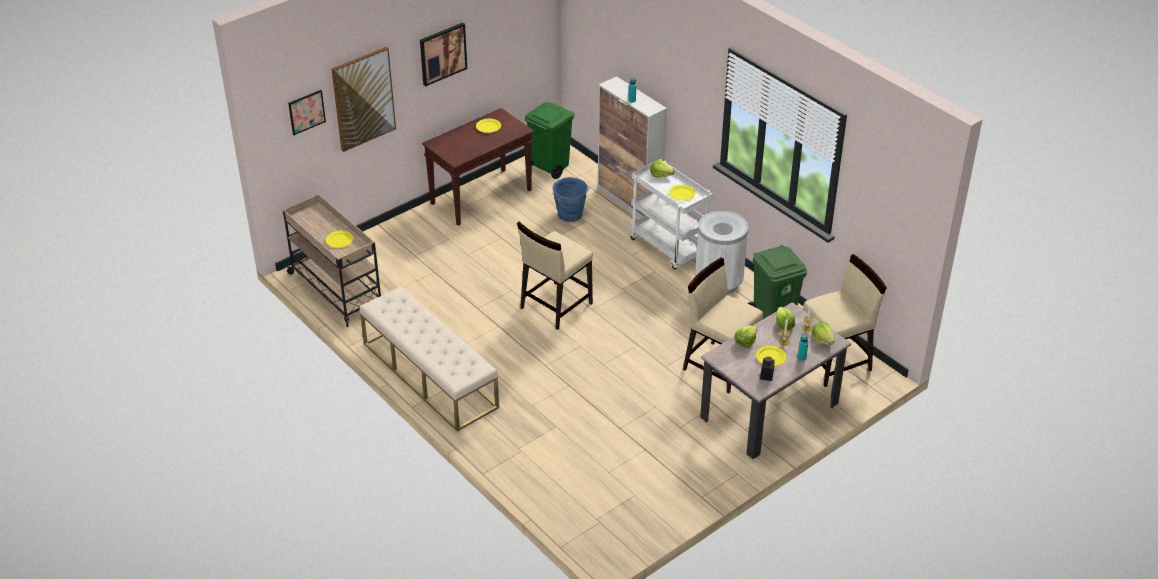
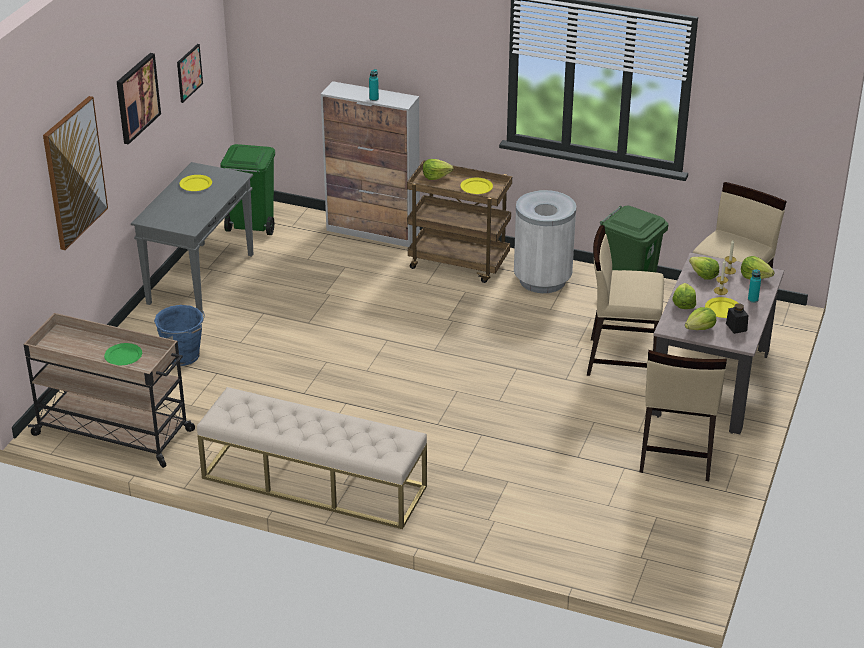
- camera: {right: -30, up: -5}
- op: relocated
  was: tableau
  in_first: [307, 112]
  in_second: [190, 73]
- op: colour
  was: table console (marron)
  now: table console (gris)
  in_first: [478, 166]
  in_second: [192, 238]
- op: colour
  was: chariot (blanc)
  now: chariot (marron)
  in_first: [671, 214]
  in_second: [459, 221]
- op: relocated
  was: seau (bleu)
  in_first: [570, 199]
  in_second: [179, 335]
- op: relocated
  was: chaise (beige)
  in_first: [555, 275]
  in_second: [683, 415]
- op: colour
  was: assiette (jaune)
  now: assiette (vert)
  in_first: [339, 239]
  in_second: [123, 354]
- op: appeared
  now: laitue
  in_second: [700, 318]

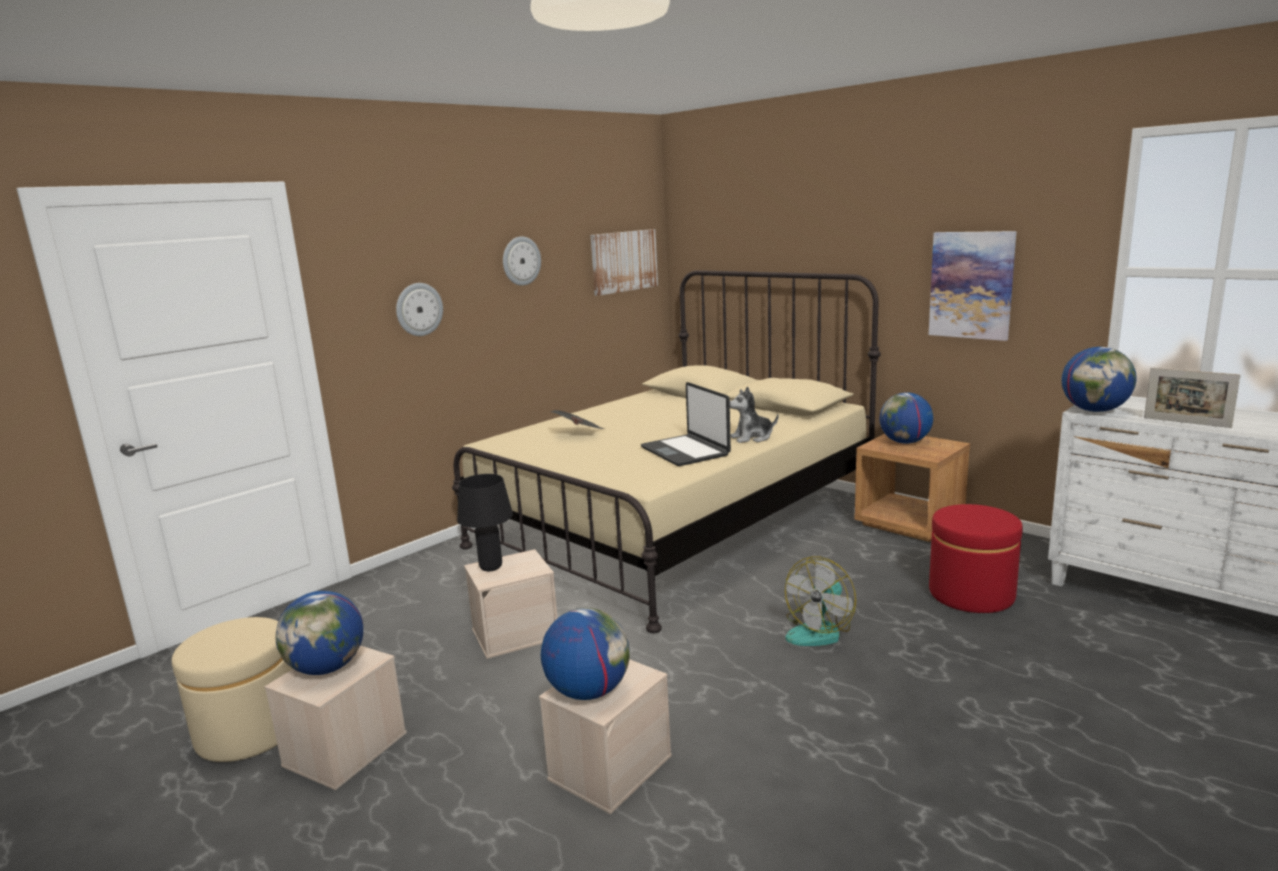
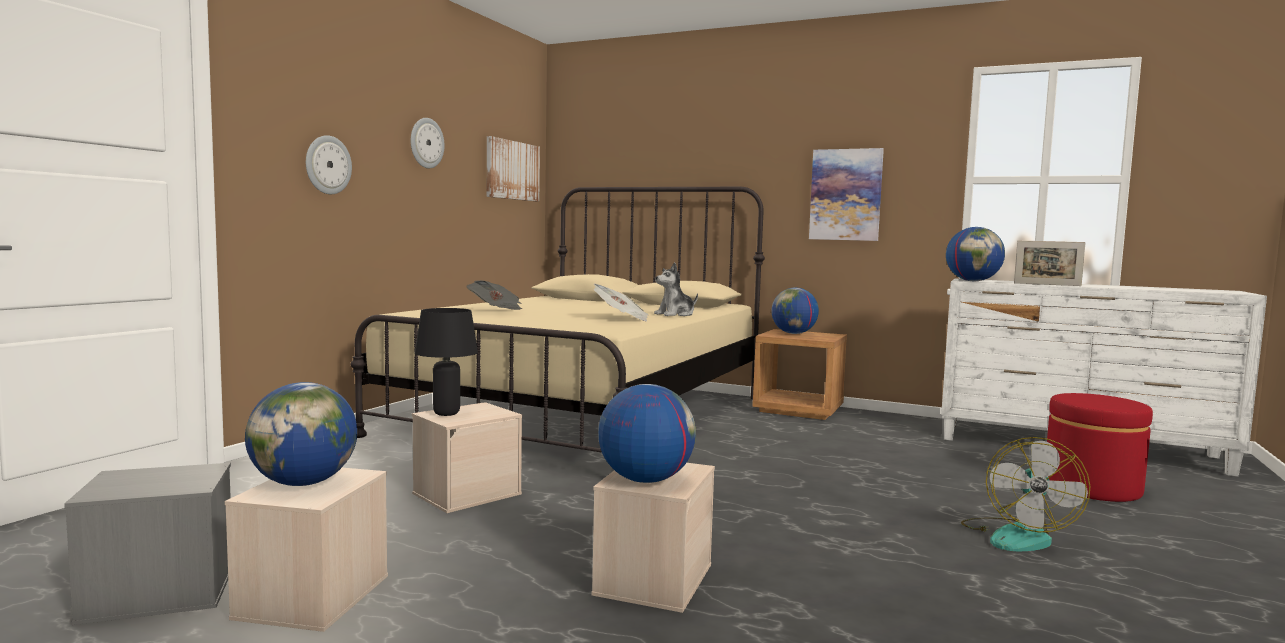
- camera: {right: -20, up: -10}
- op: exchanged
  was: ordinateur portable
  now: journal
  in_first: [686, 424]
  in_second: [621, 303]
- op: relocated
  was: pouf (rouge)
  in_first: [976, 558]
  in_second: [1100, 447]
- op: relocated
  was: ventilateur
  in_first: [820, 601]
  in_second: [1026, 494]
- op: exchanged
  was: pouf (beige)
  now: boîte de rangement (gris)
  in_first: [232, 689]
  in_second: [147, 544]

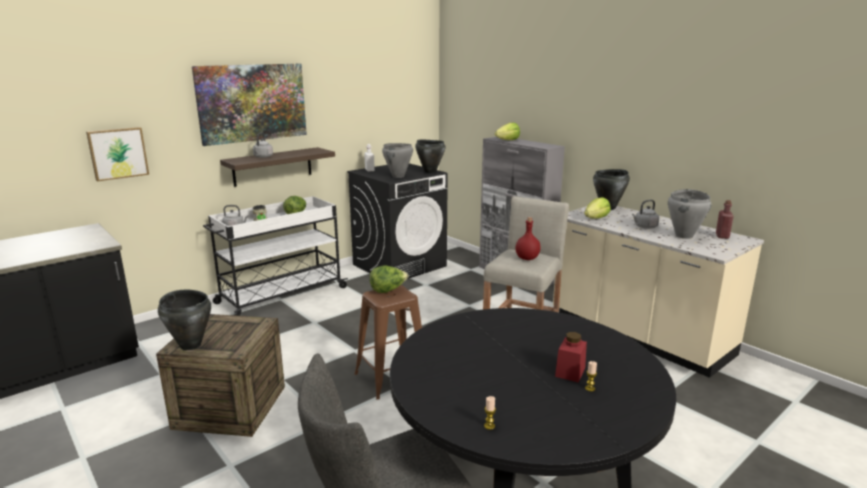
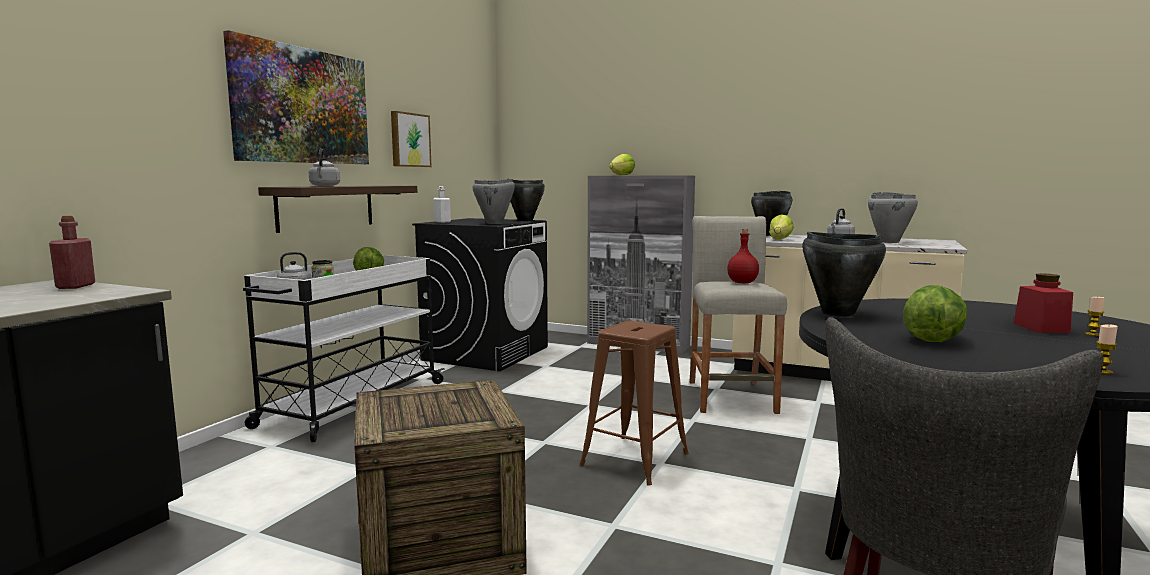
- camera: {right: -25, up: -10}
- op: relocated
  was: tableau
  in_first: [117, 154]
  in_second: [411, 139]
- op: relocated
  was: bouteille (rouge)
  in_first: [725, 219]
  in_second: [72, 252]
- op: relocated
  was: laitue
  in_first: [389, 279]
  in_second: [935, 313]
- op: relocated
  was: marmite (noir)
  in_first: [184, 320]
  in_second: [844, 274]

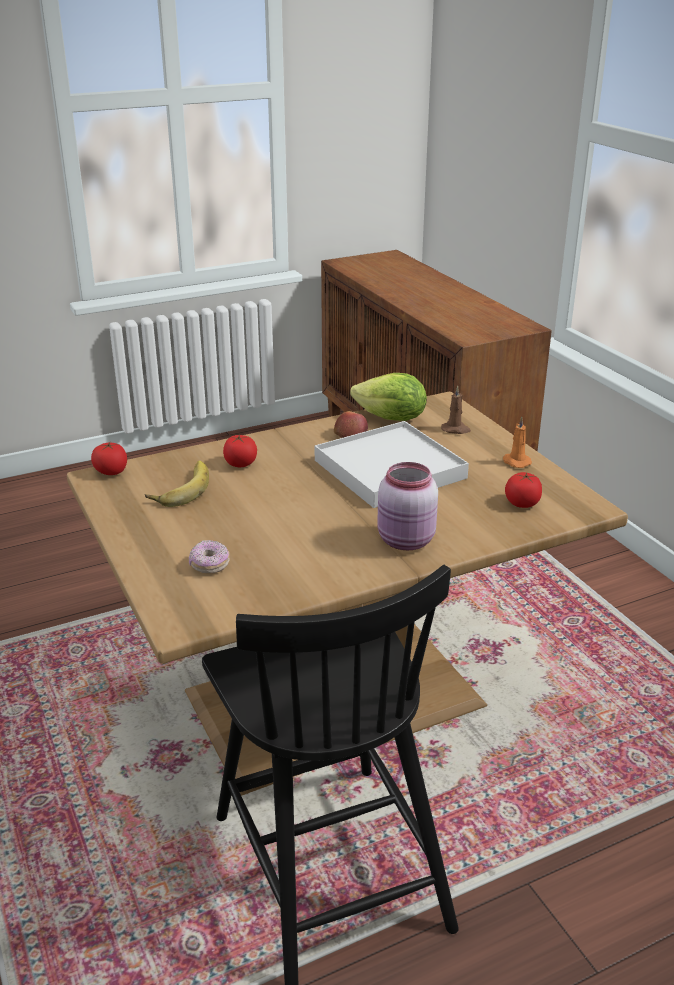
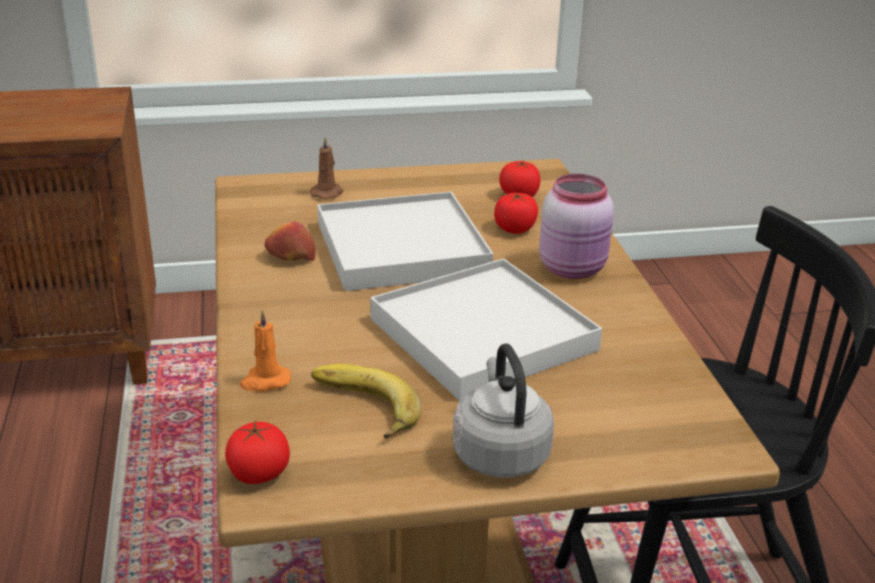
- camera: {right: -75, up: 0}
- op: missing
  was: laitue
  in_first: [388, 397]
- op: relocated
  was: bougie (orange)
  in_first: [517, 442]
  in_second: [265, 350]
- op: relocated
  was: tomate
  in_first: [240, 450]
  in_second: [516, 213]
- op: missing
  was: beignet
  in_first: [209, 557]
- op: appeared
  now: plateau (blanc)
  in_second: [486, 329]
- op: appeared
  now: bouilloire (gris)
  in_second: [503, 410]

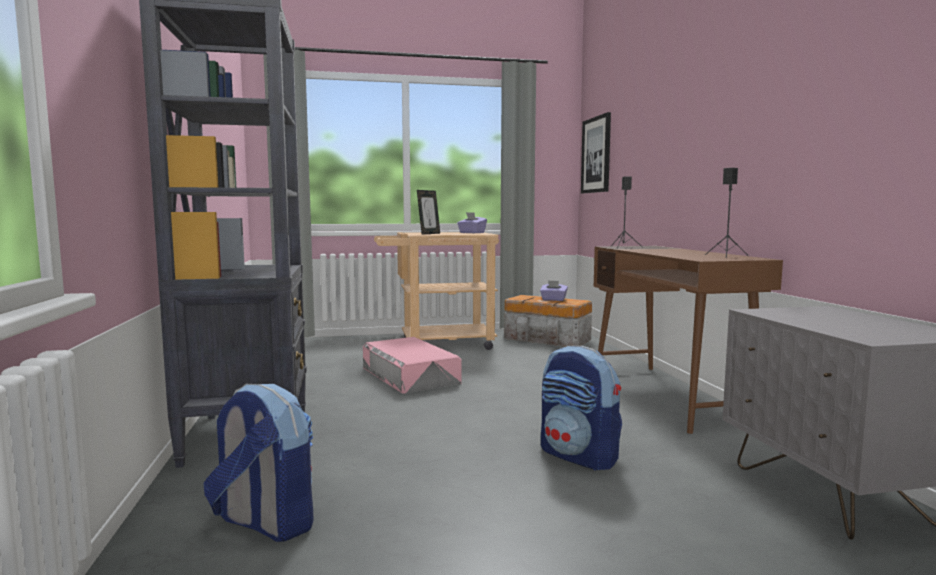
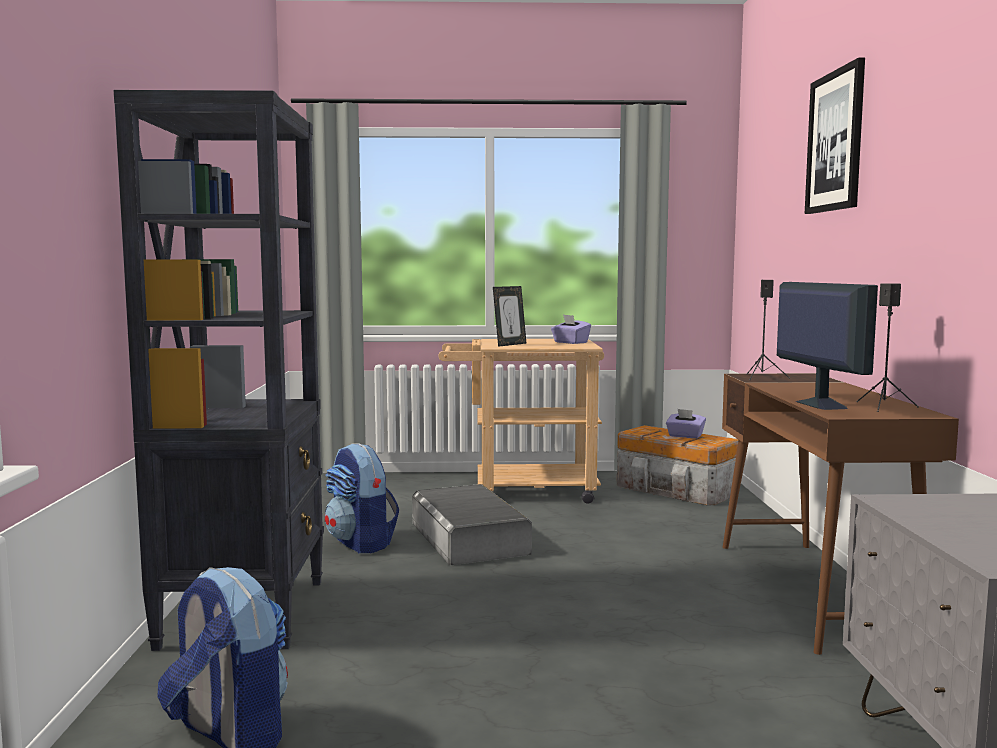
- camera: {right: 10, up: 0}
- op: relocated
  was: tableau
  in_first: [596, 152]
  in_second: [835, 136]
- op: colour
  was: boîte de rangement (rose)
  now: boîte de rangement (gris)
  in_first: [412, 365]
  in_second: [472, 524]
- op: relocated
  was: sac à dos
  in_first: [581, 408]
  in_second: [362, 498]
- op: appeared
  now: écran d'ordinateur
  in_second: [827, 346]

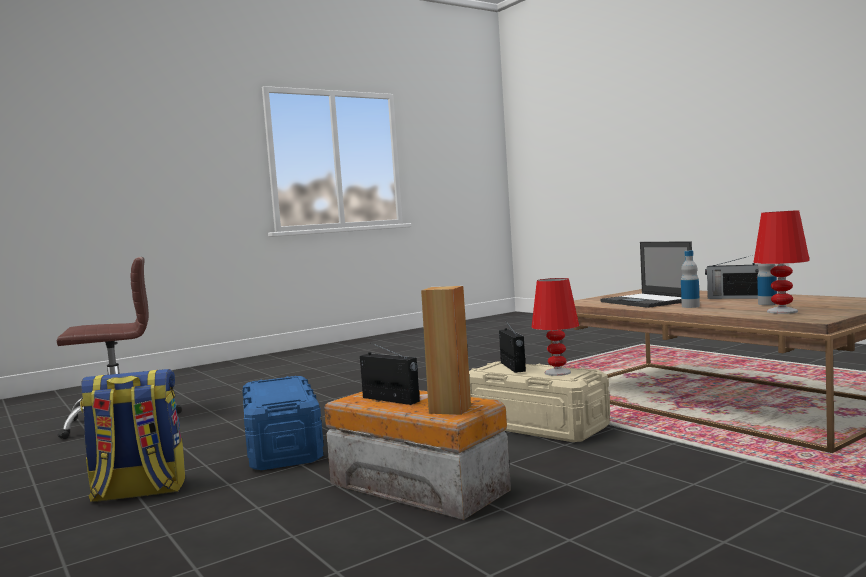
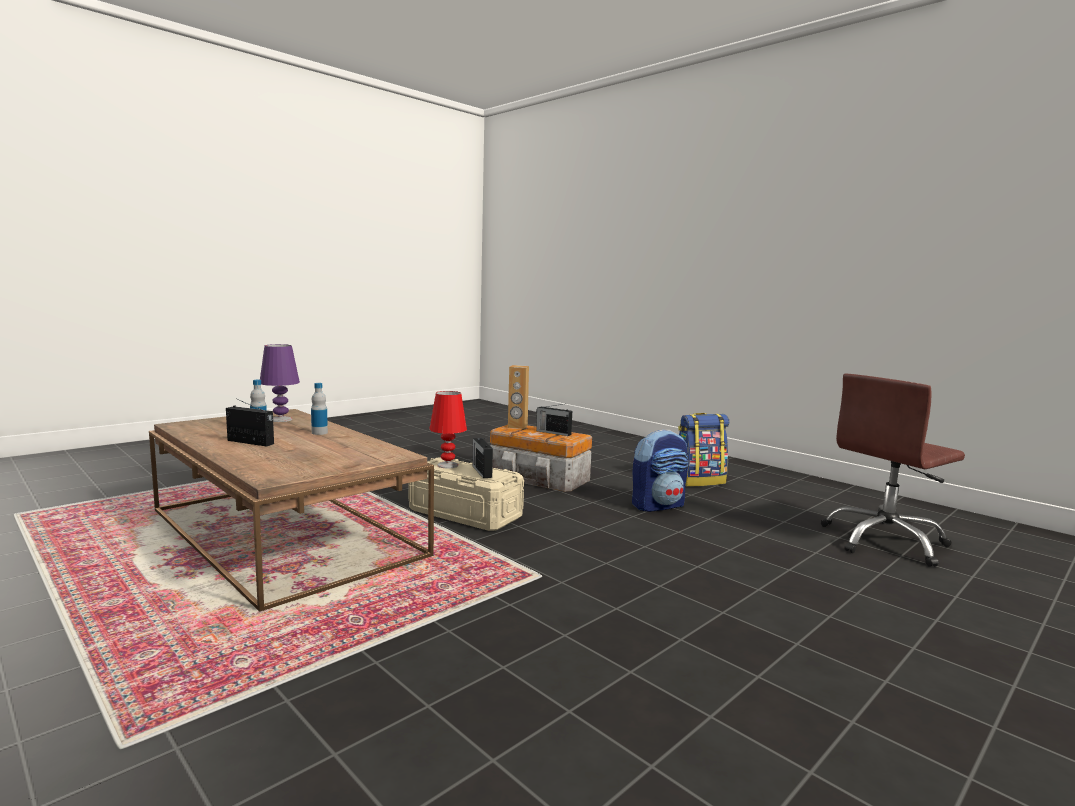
- camera: {right: 170, up: 5}
- op: colour
  was: lampe de table (rouge)
  now: lampe de table (violet)
  in_first: [781, 262]
  in_second: [280, 383]
- op: missing
  was: ordinateur portable
  in_first: [646, 274]
- op: exchanged
  was: boîte de rangement (bleu)
  now: sac à dos
  in_first: [283, 423]
  in_second: [660, 471]

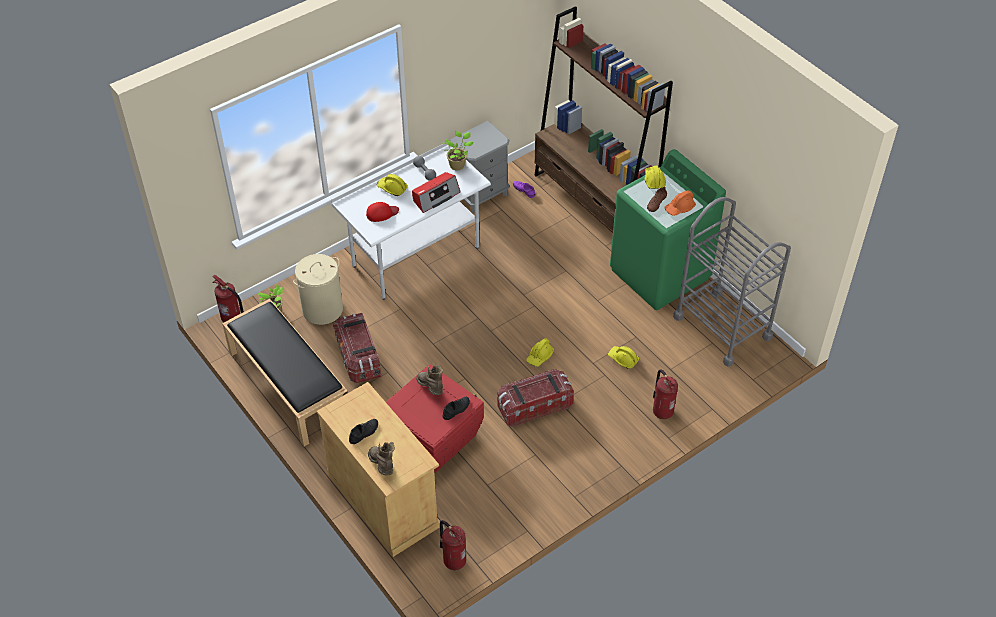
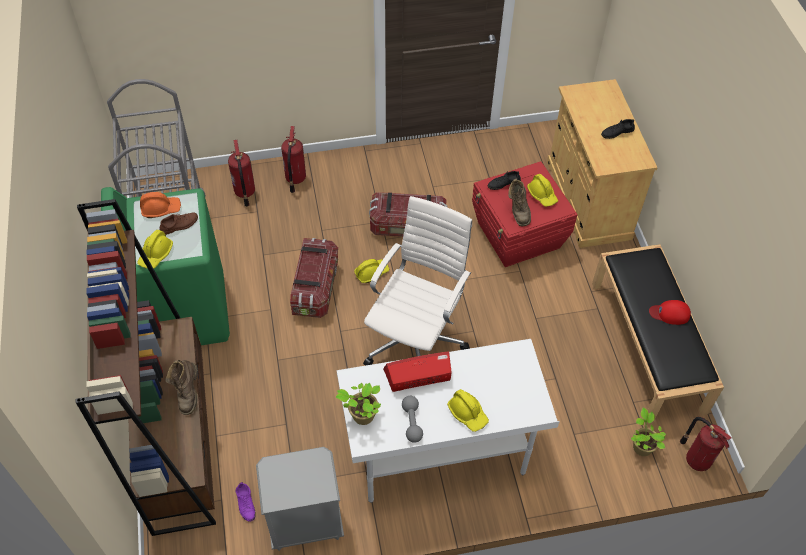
- camera: {right: -155, up: 5}
- op: relocated
  was: casquette (rouge)
  in_first: [382, 212]
  in_second: [670, 312]
- op: missing
  was: panier à linge (beige)
  in_first: [318, 289]
- op: relocated
  was: boîte de rangement
  in_first: [357, 348]
  in_second: [314, 278]
- op: relocated
  was: casque de chantier (jaune)
  in_first: [623, 357]
  in_second: [542, 190]
- op: relocated
  was: botte (marron)
  in_first: [381, 458]
  in_second: [181, 387]
- op: relocated
  was: extincteur
  in_first: [453, 545]
  in_second: [241, 173]
- op: appeared
  now: chaise de bureau (blanc)
  in_second: [417, 281]

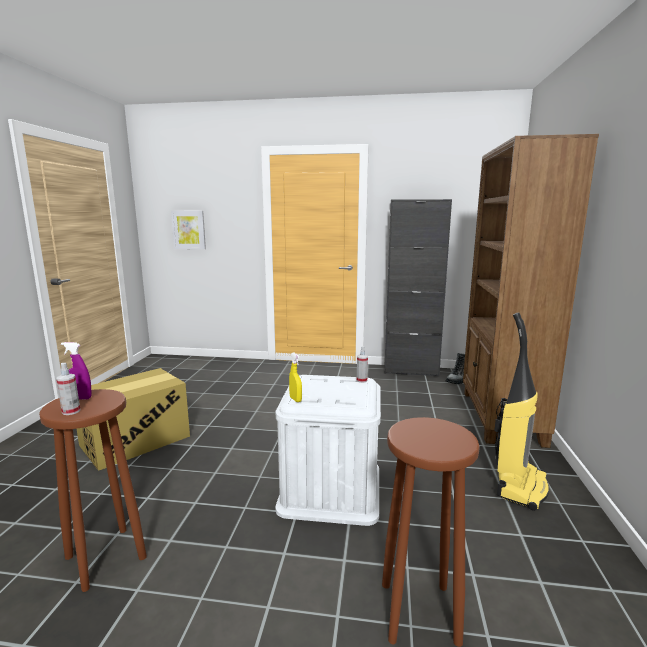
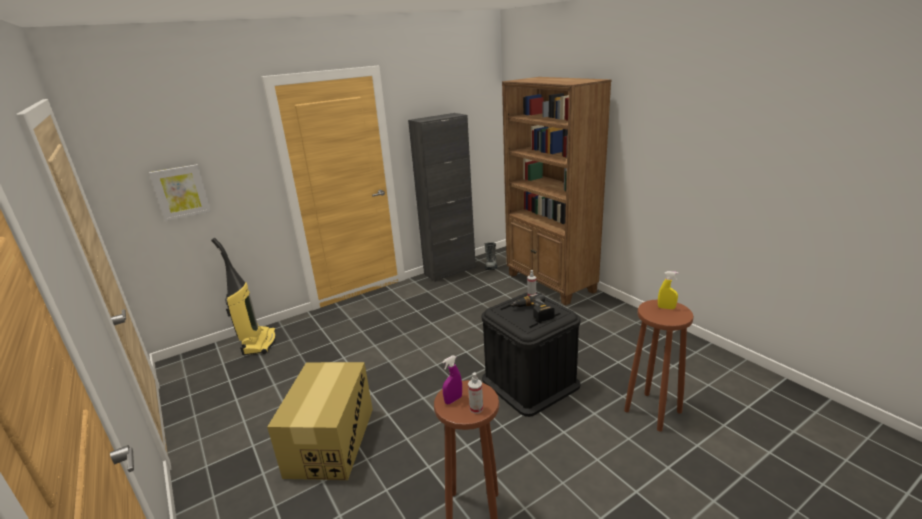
- camera: {right: -40, up: 10}
- op: relocated
  was: aspirateur
  in_first: [521, 411]
  in_second: [243, 296]
- op: relocated
  was: vaporisateur (jaune)
  in_first: [295, 377]
  in_second: [668, 290]
- op: colour
  was: boîte de rangement (blanc)
  now: boîte de rangement (noir)
  in_first: [328, 450]
  in_second: [531, 354]
- op: appeared
  now: perceuse
  in_second: [533, 307]

